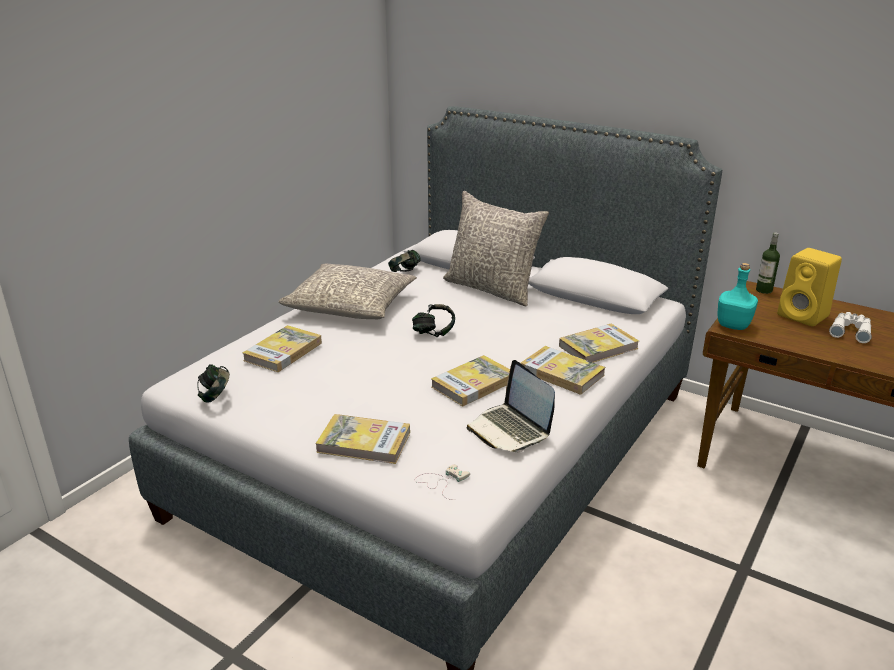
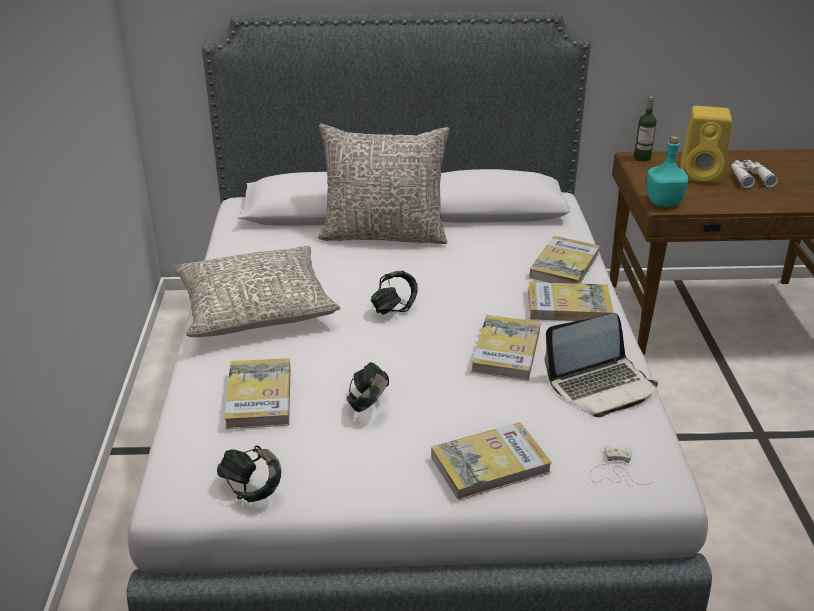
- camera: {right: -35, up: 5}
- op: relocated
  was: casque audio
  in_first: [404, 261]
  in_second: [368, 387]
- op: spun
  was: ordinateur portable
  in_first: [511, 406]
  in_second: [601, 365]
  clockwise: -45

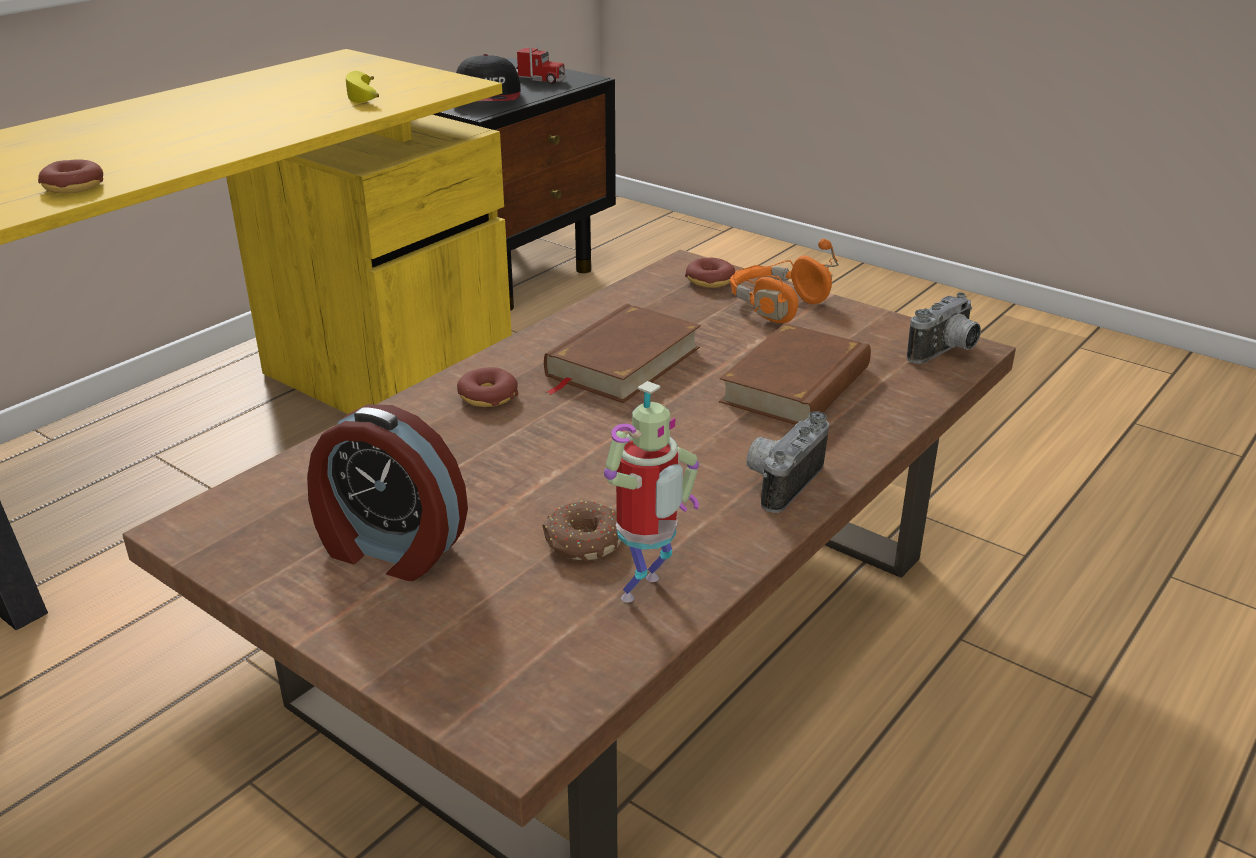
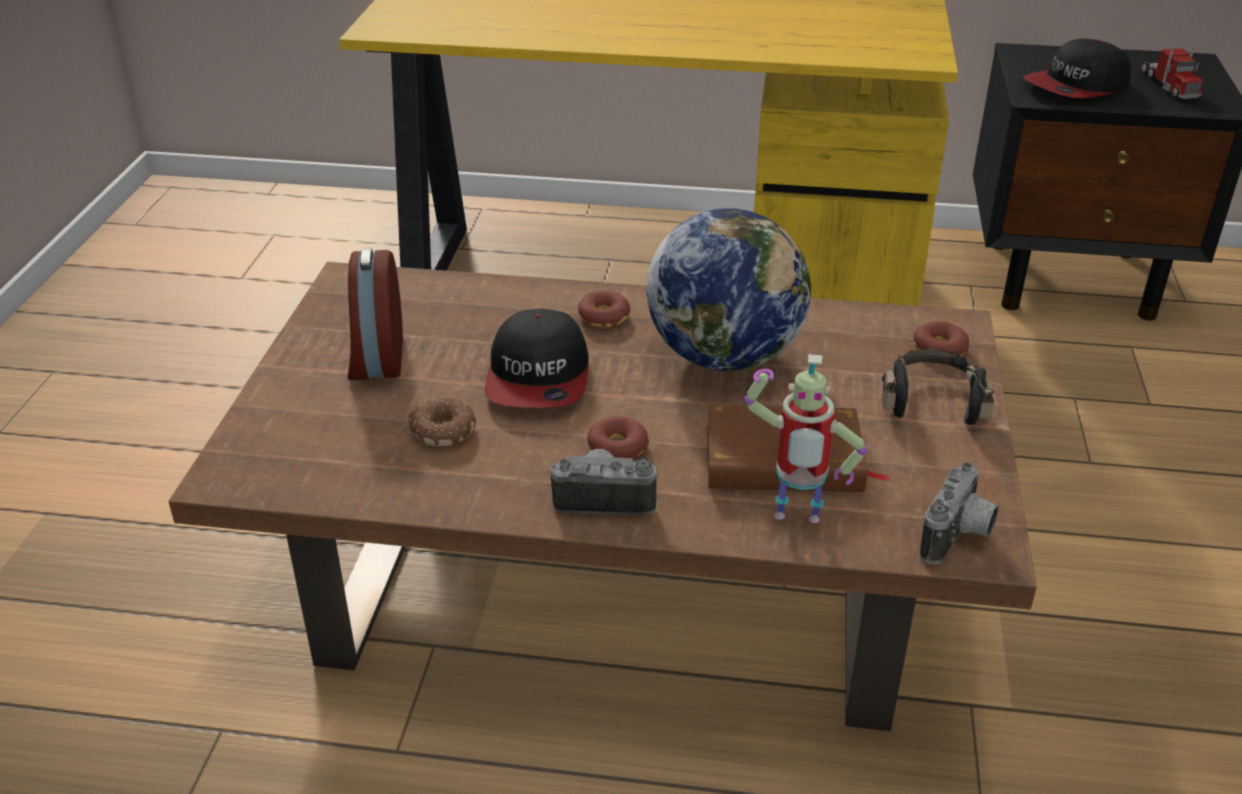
- camera: {right: 60, up: 5}
- op: missing
  was: banane
  in_first: [362, 87]
- op: relocated
  was: beignet
  in_first: [70, 176]
  in_second: [618, 438]
- op: colour
  was: casque audio (orange)
  now: casque audio (noir)
  in_first: [784, 281]
  in_second: [938, 386]
- op: spun
  was: appareil photo
  in_first: [944, 328]
  in_second: [959, 513]
  clockwise: -75
- op: exchanged
  was: livre (marron)
  now: globe
  in_first: [622, 353]
  in_second: [728, 289]
- op: relocated
  was: robot jouet
  in_first: [651, 491]
  in_second: [805, 438]
- op: appeared
  now: casquette
  in_second: [537, 358]

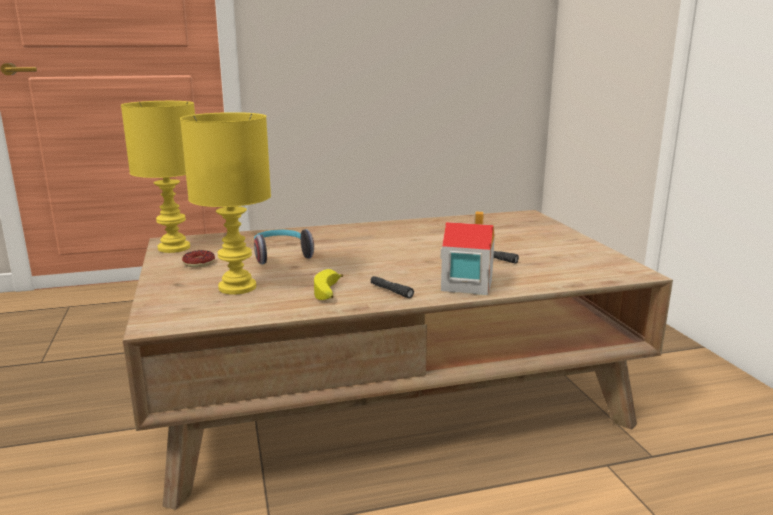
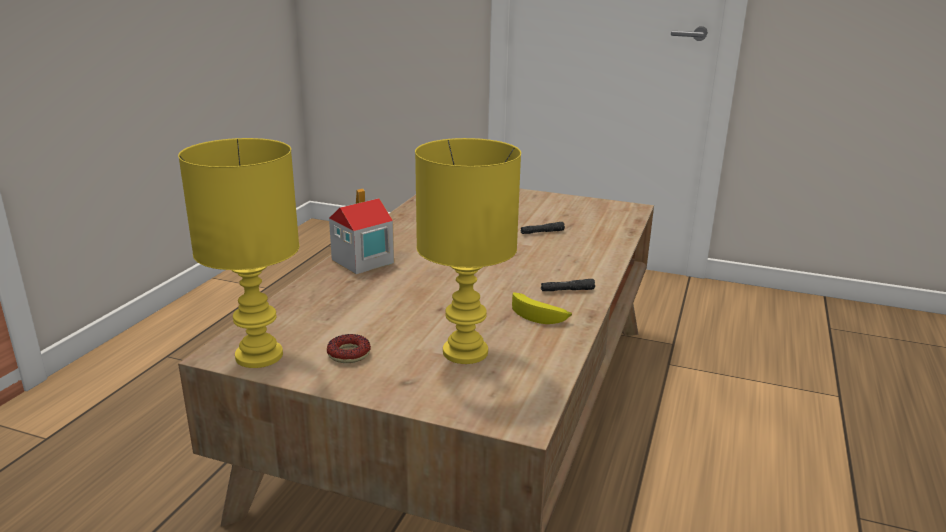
- camera: {right: -55, up: 5}
- op: relocated
  was: maison miniature
  in_first: [467, 253]
  in_second: [361, 231]
- op: missing
  was: casque audio
  in_first: [284, 247]

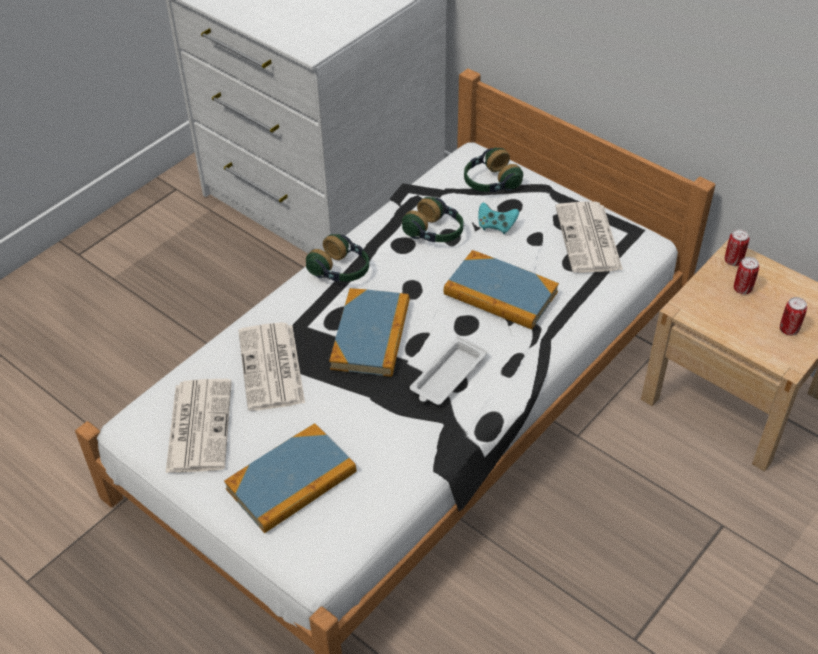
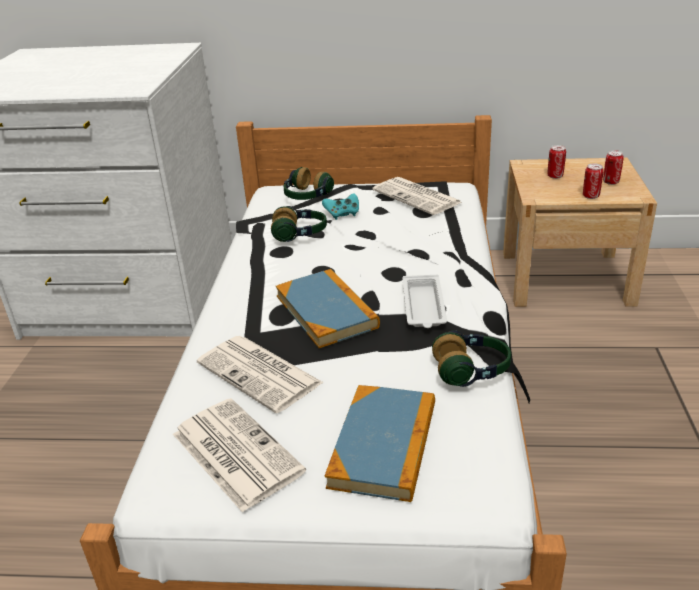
- camera: {right: -35, up: -15}
- op: relocated
  was: boîte métallique
  in_first: [737, 247]
  in_second: [593, 181]
- op: relocated
  was: casque audio
  in_first: [337, 258]
  in_second: [471, 358]
- op: missing
  was: livre
  in_first: [501, 290]

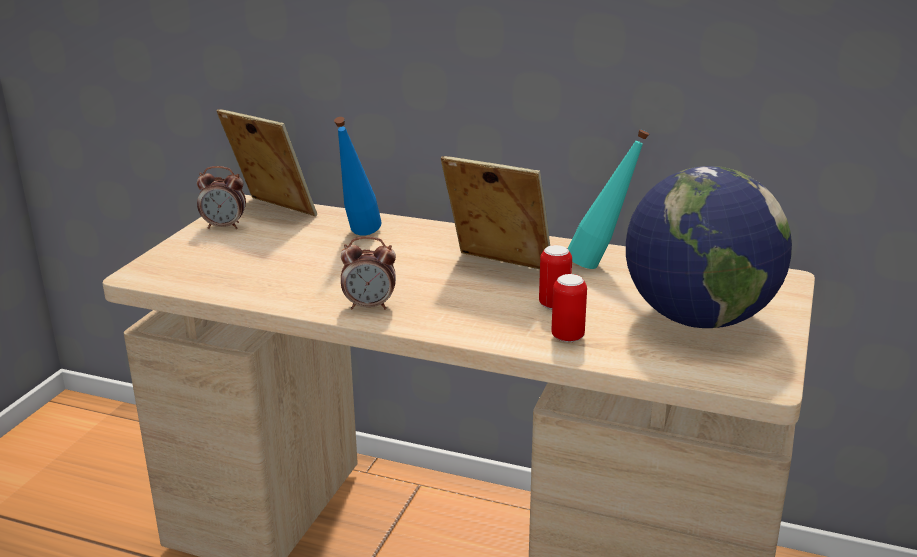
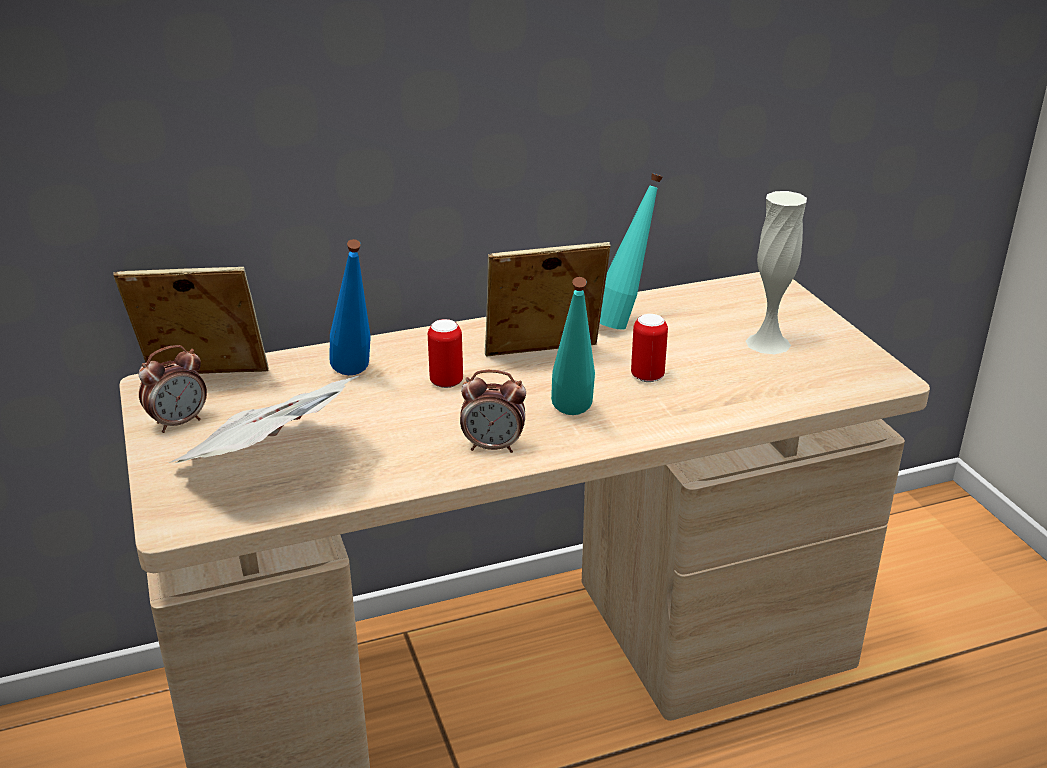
- camera: {right: -40, up: 5}
- op: exchanged
  was: globe
  now: vase (blanc)
  in_first: [709, 247]
  in_second: [776, 272]
- op: spun
  was: réveil
  in_first: [368, 273]
  in_second: [493, 411]
  clockwise: 45
- op: relocated
  was: boîte métallique
  in_first: [569, 308]
  in_second: [445, 353]
- op: appeared
  now: bouteille (turquoise)
  in_second: [573, 346]
- op: appeared
  now: journal
  in_second: [265, 419]

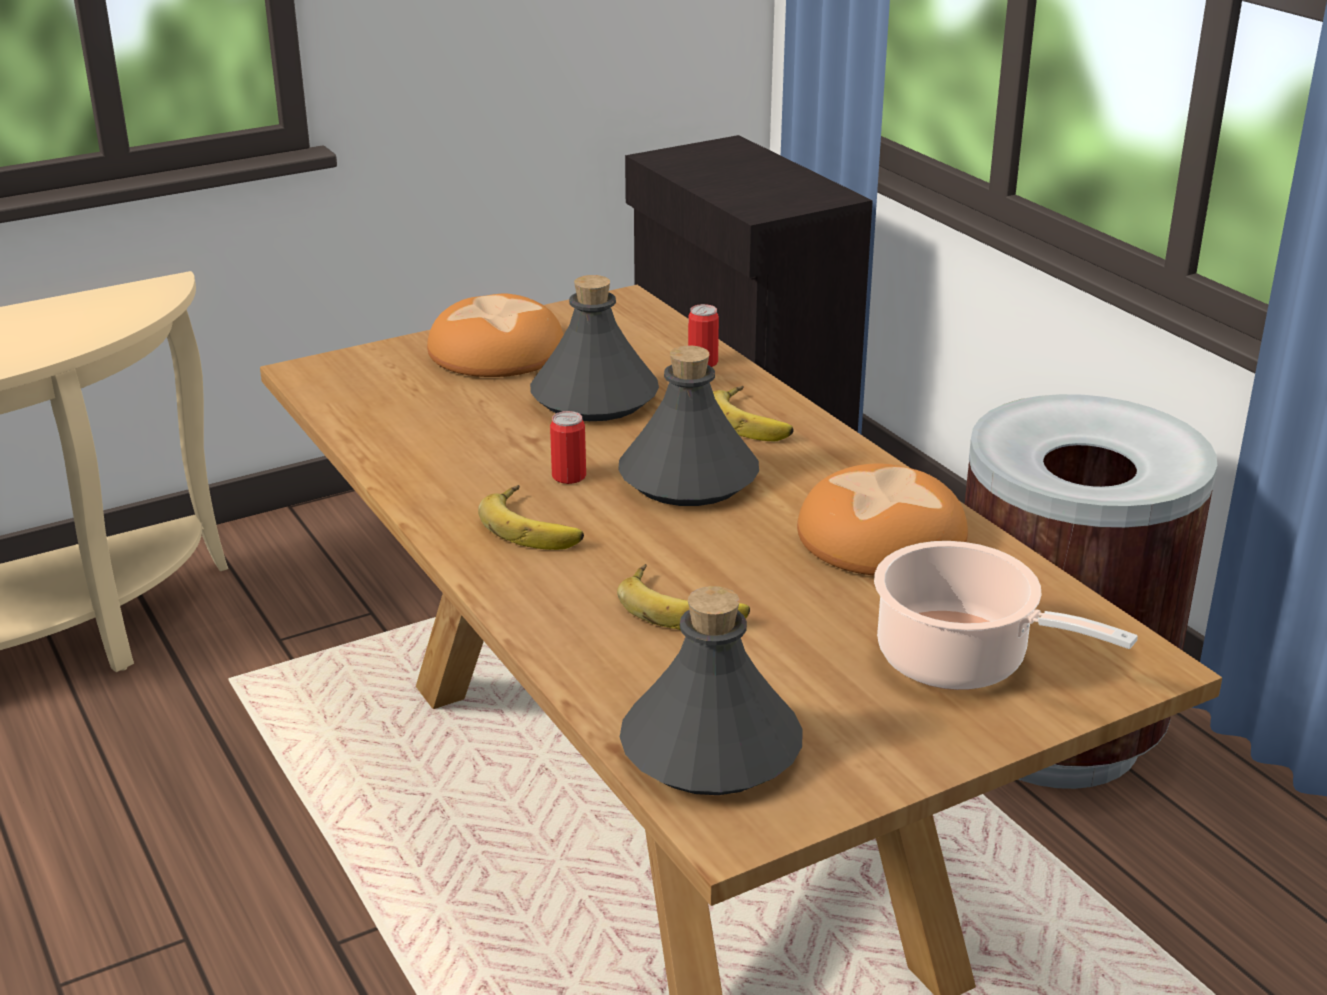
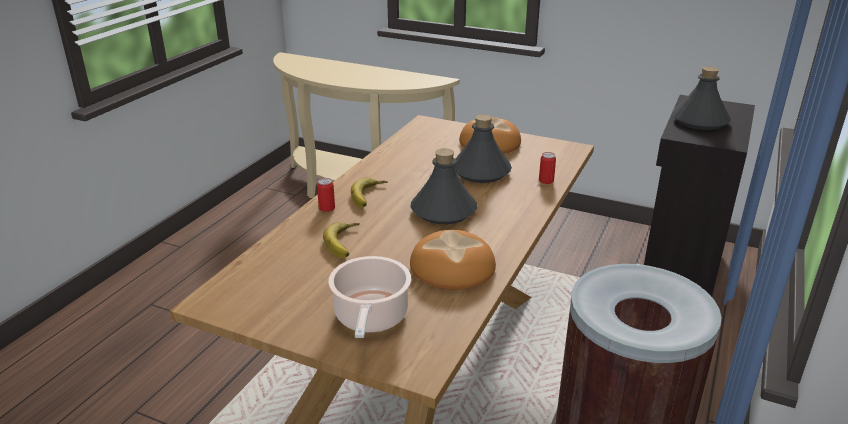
- camera: {right: 55, up: 0}
- op: missing
  was: banane
  in_first: [753, 413]
- op: relocated
  was: boîte métallique
  in_first: [568, 447]
  in_second: [326, 195]
- op: relocated
  was: bouteille (gris)
  in_first: [711, 690]
  in_second: [701, 98]

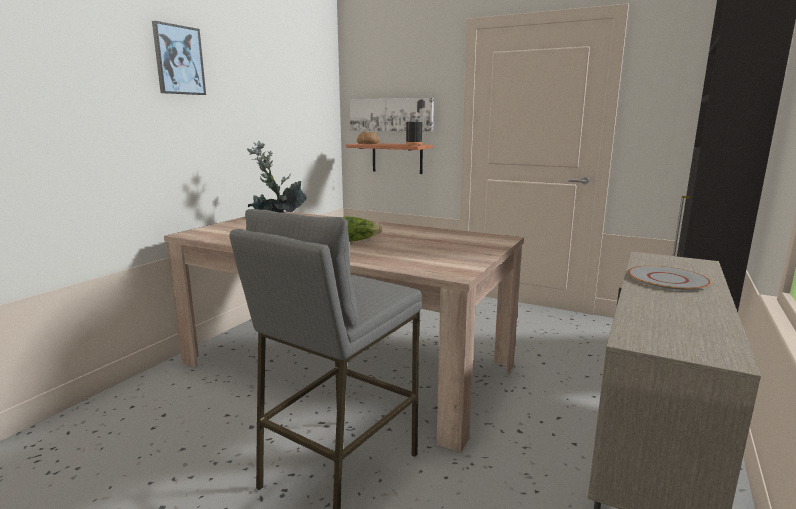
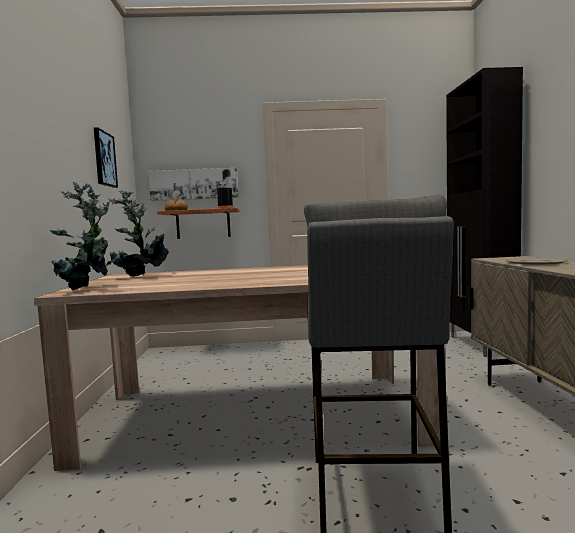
- camera: {right: -30, up: -10}
- op: relocated
  was: tableau
  in_first: [179, 58]
  in_second: [106, 157]
- op: missing
  was: laitue
  in_first: [362, 229]
- op: appeared
  now: plante en pot
  in_second: [80, 235]

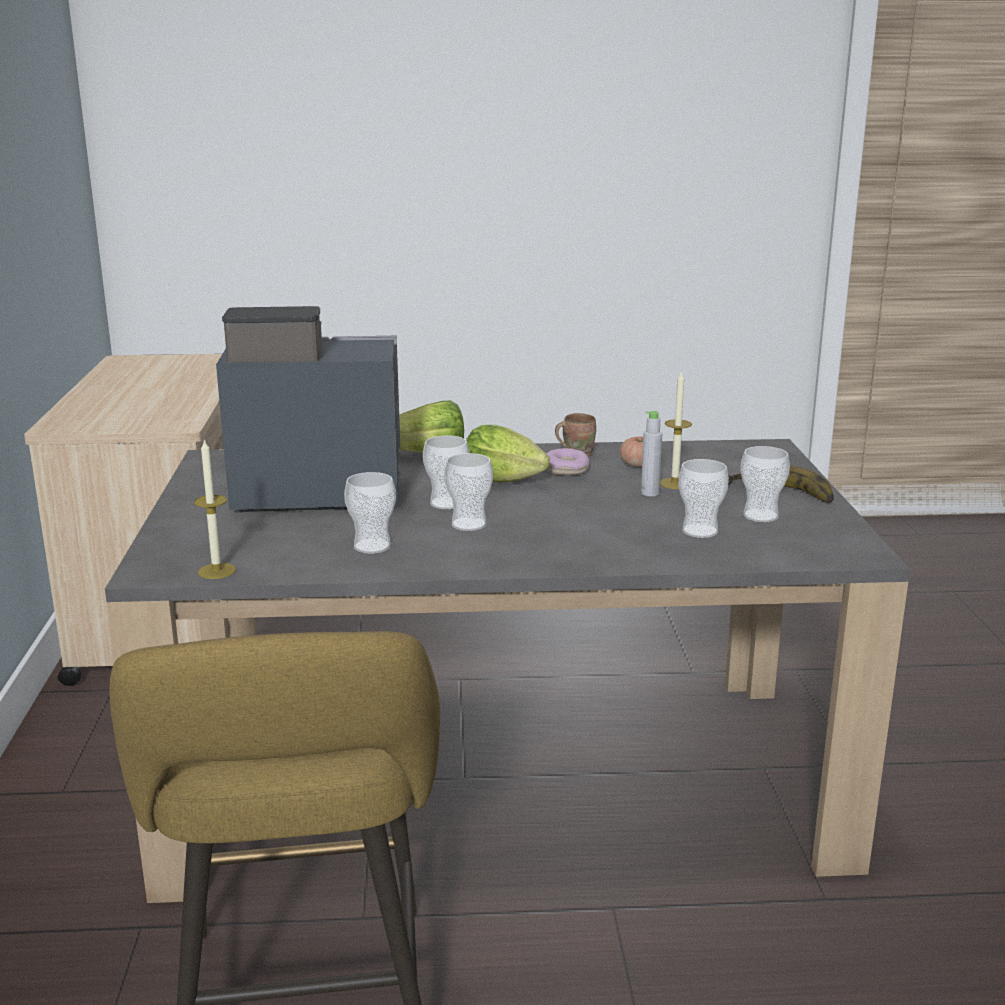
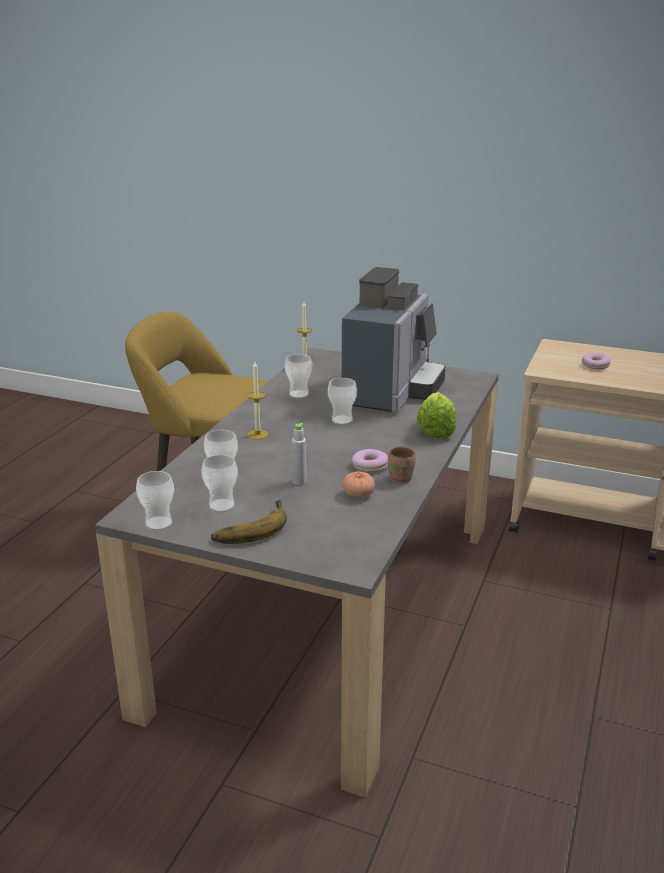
- camera: {right: 115, up: 5}
- op: relocated
  was: bougie
  in_first: [676, 430]
  in_second: [257, 400]
- op: missing
  was: laitue
  in_first: [508, 454]
- op: relocated
  was: tasse
  in_first: [468, 492]
  in_second: [155, 501]
- op: appeared
  now: beignet
  in_second: [596, 361]

